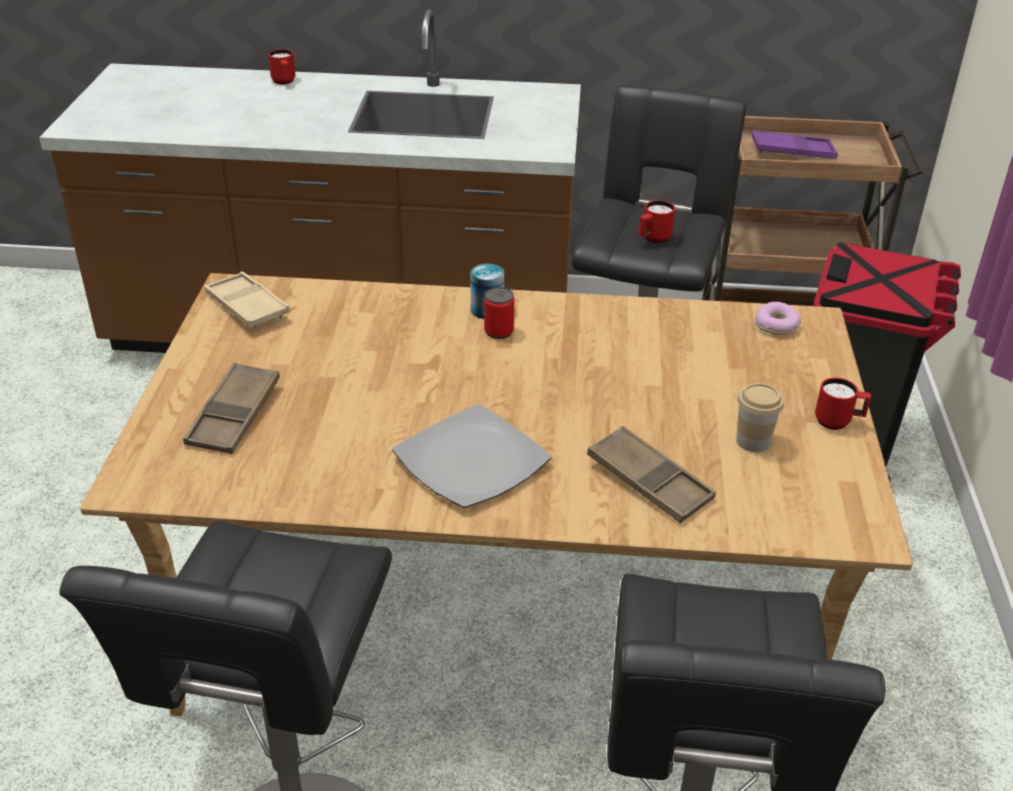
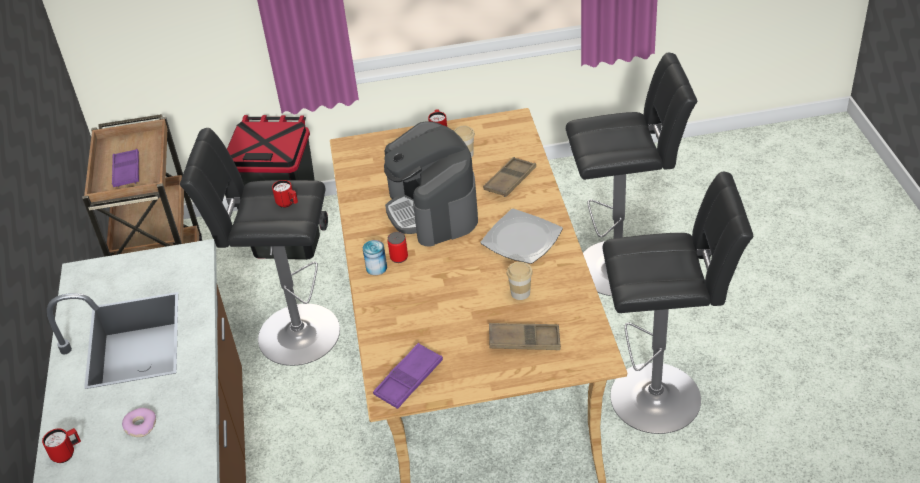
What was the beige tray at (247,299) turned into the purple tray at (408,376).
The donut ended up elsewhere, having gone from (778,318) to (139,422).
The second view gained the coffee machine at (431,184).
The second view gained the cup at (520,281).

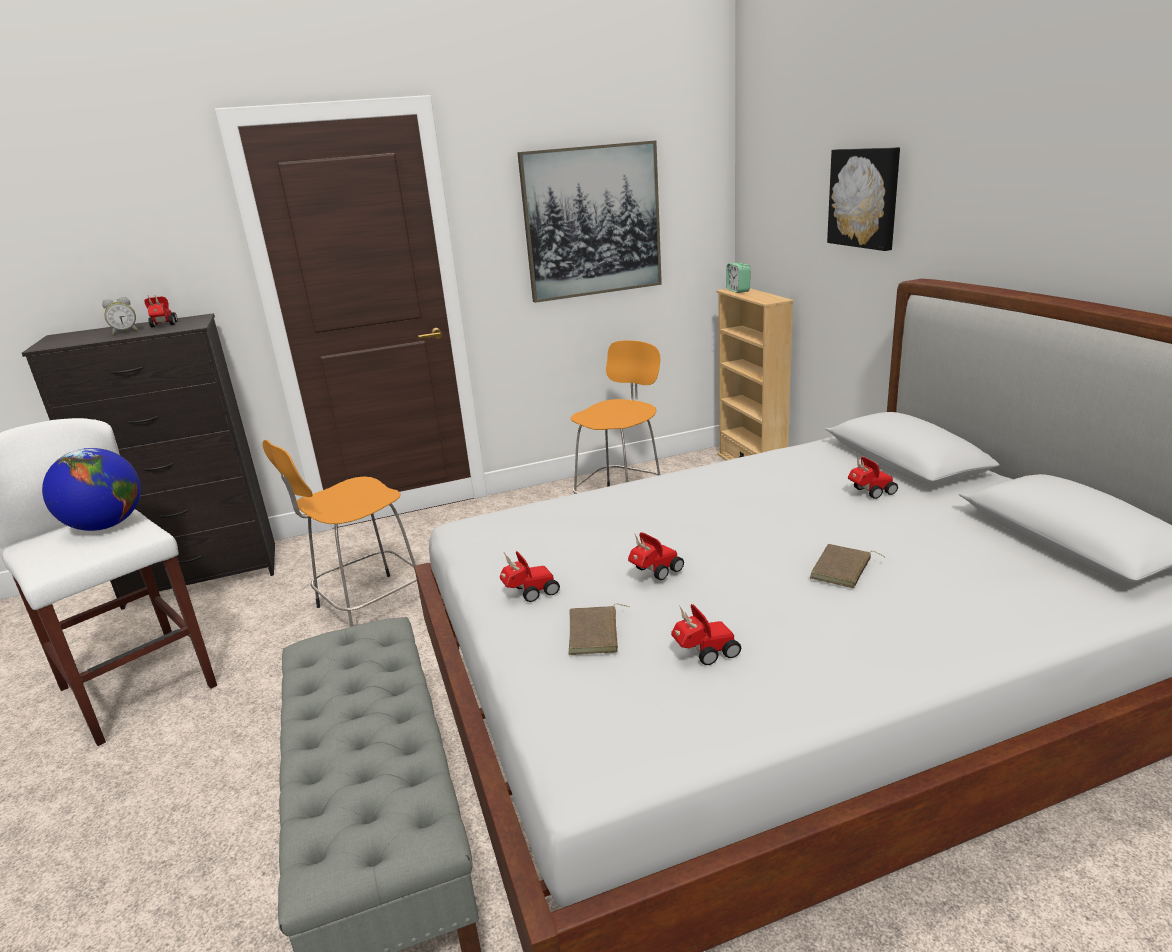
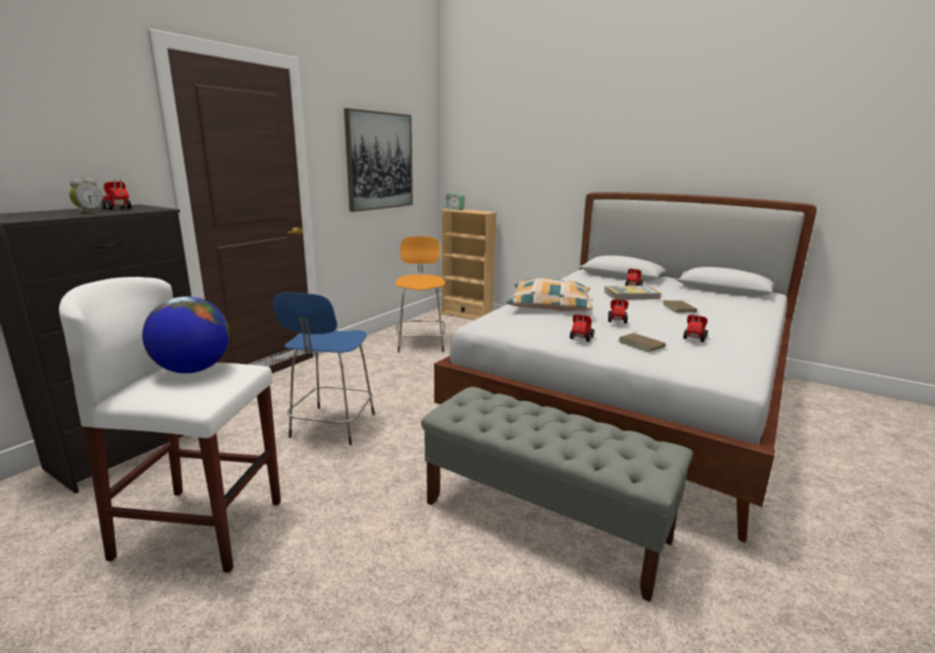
The second view lost the picture at (863,199).
What was the orange stool at (339,533) turned into the blue stool at (324,368).
The second view gained the pillow at (550,294).
The second view gained the book at (632,293).

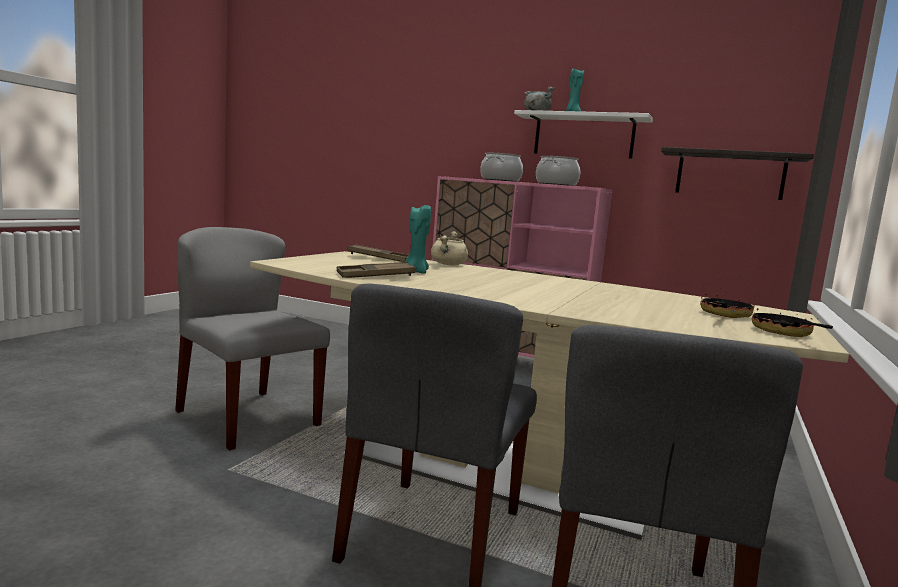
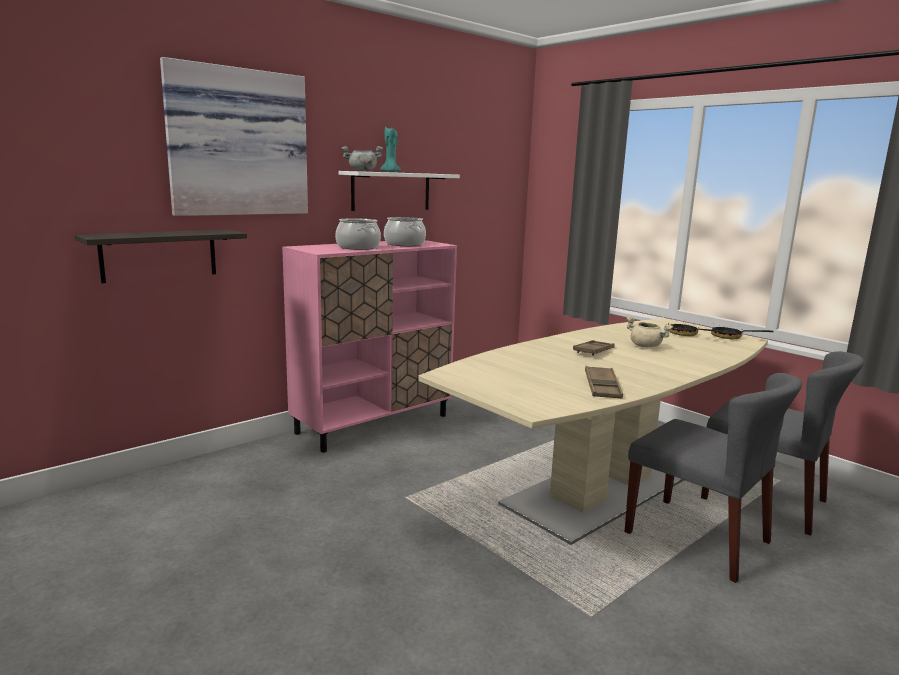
The shelf ended up elsewhere, having gone from (737,173) to (161,256).
The second view lost the turquoise candle at (418,239).
The second view lost the grey chair at (252,339).
The beige cooking pot ended up elsewhere, having gone from (449,248) to (649,331).
The brown tray ended up elsewhere, having gone from (377,253) to (594,348).
The second view gained the picture at (234,136).

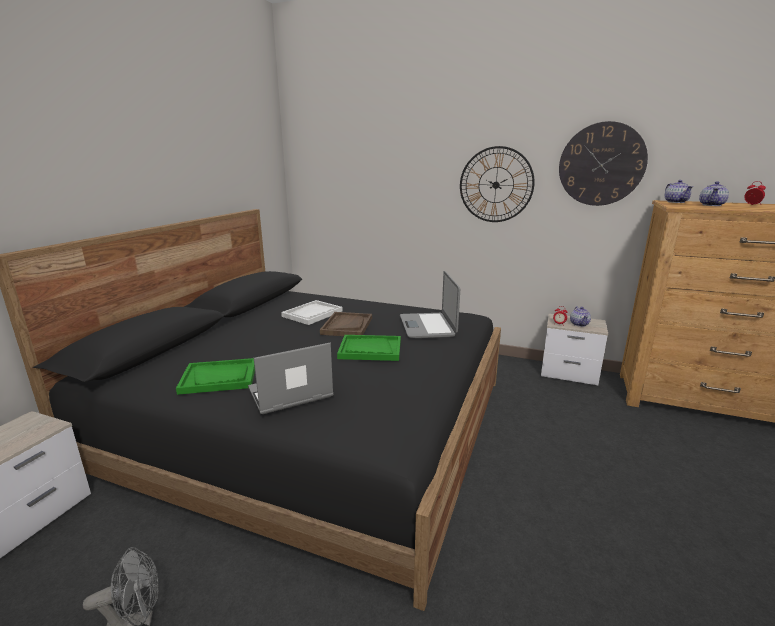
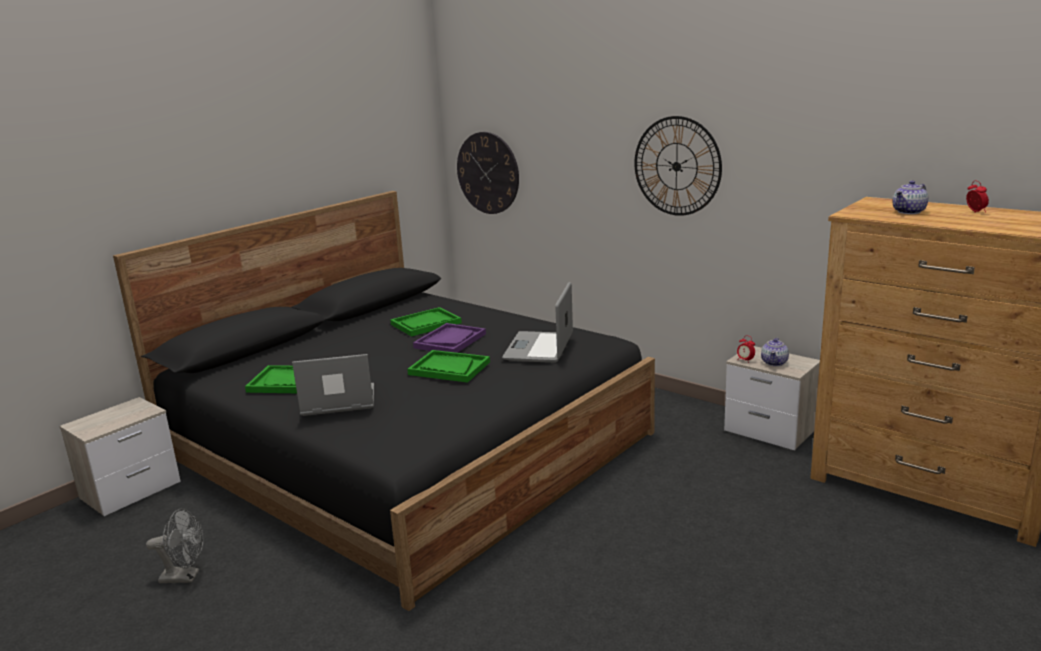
The wall clock ended up elsewhere, having gone from (603,163) to (488,173).
The second view lost the teapot at (679,191).
What was the white tray at (312,312) turned into the green tray at (426,322).
What was the brown tray at (346,324) turned into the purple tray at (449,338).

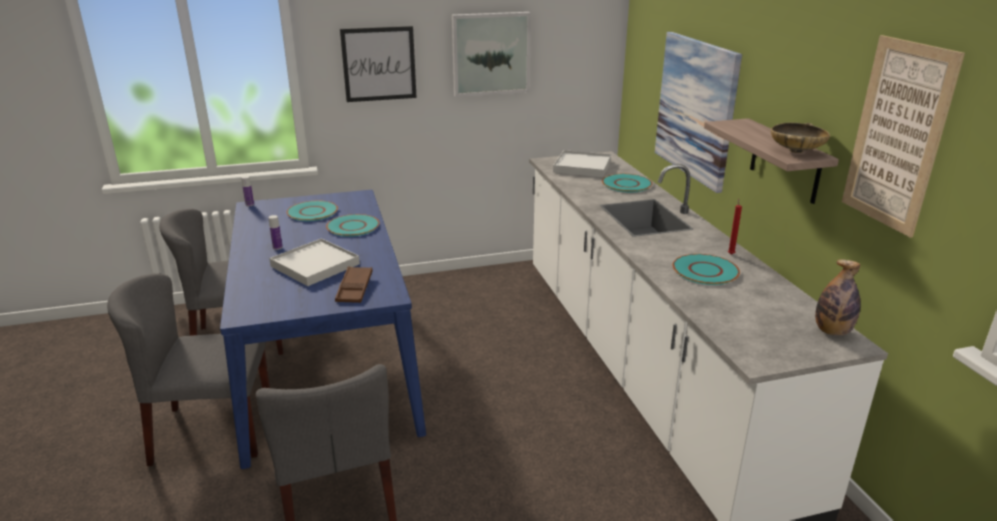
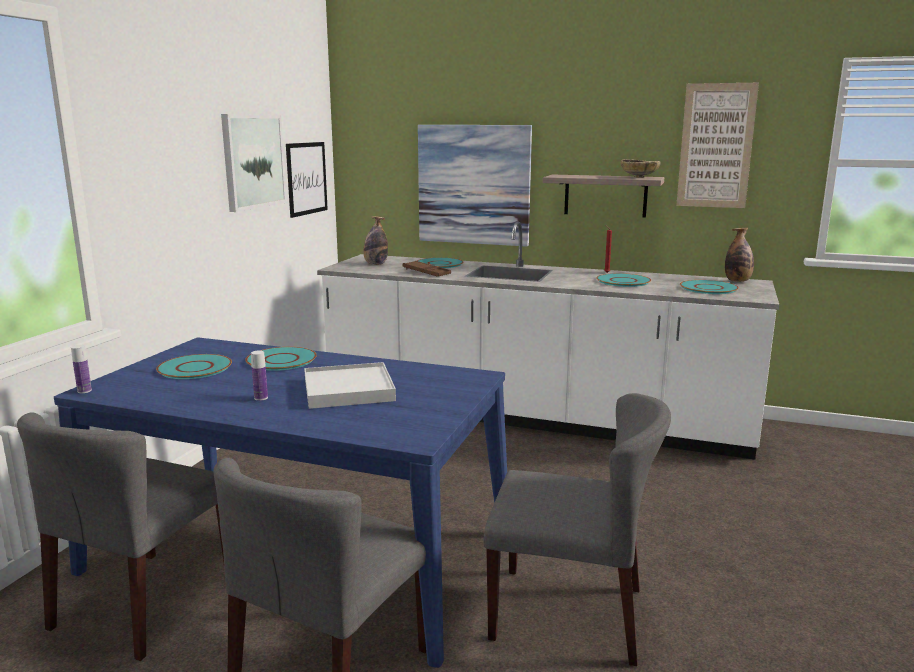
The picture ended up elsewhere, having gone from (378,64) to (307,180).
Where the white tray stood at (582,163), the bottle came to stand at (376,240).
The brown tray ended up elsewhere, having gone from (353,284) to (427,268).
The second view gained the turquoise plate at (709,287).

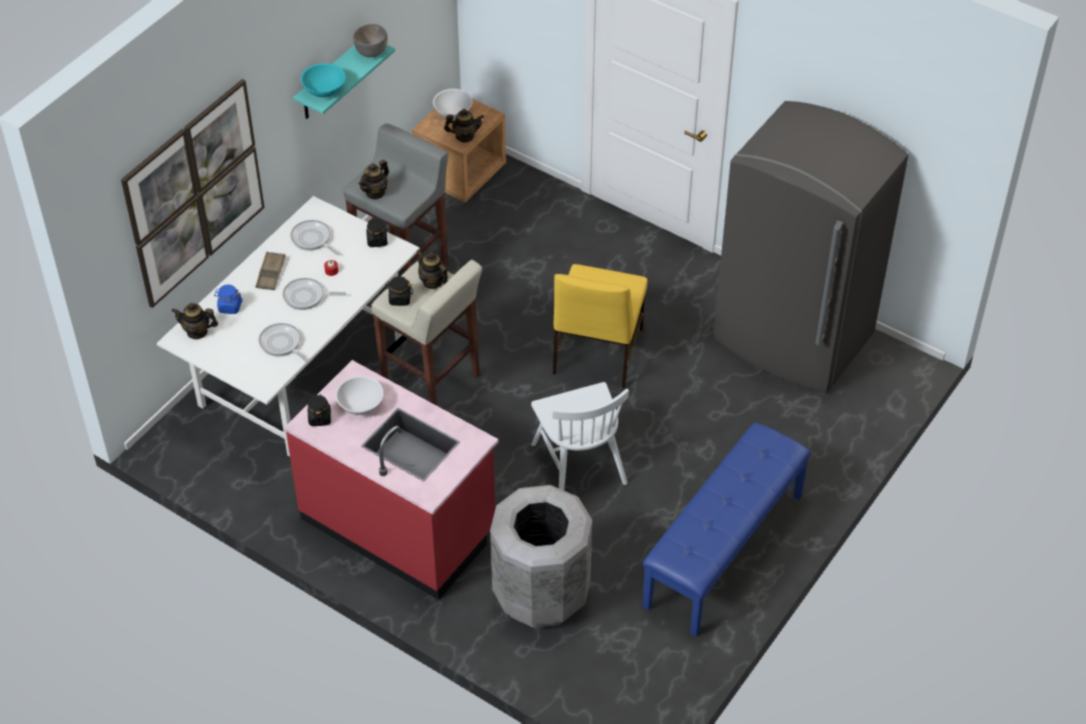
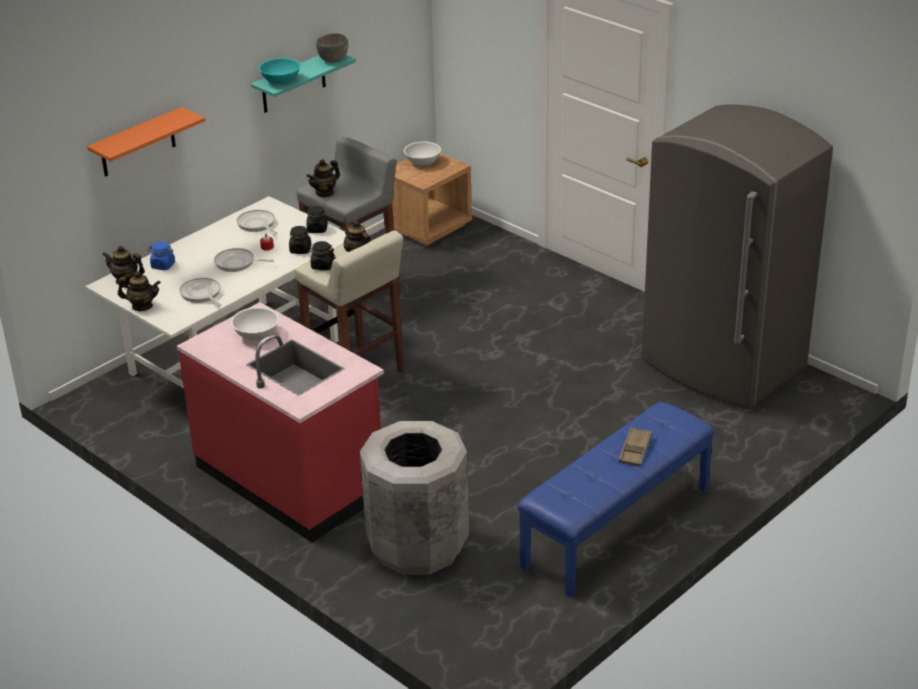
Where the picture hung at (193,193), the orange shelf came to hang at (146,142).
The teapot ended up elsewhere, having gone from (464,125) to (139,291).
The brown tray ended up elsewhere, having gone from (270,270) to (635,446).
The second view lost the yellow chair at (600,326).
The second view lost the white chair at (580,436).
The black jar ended up elsewhere, having gone from (319,410) to (300,240).

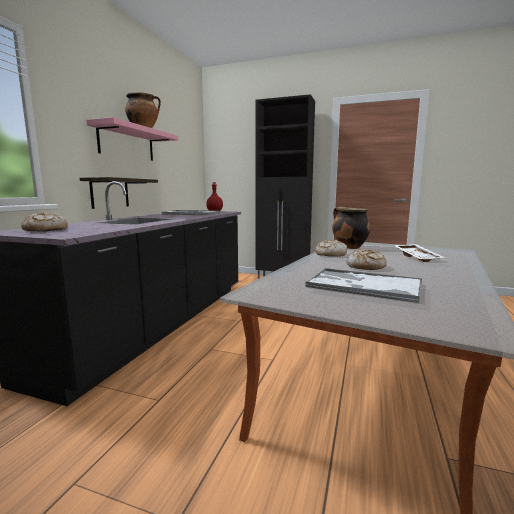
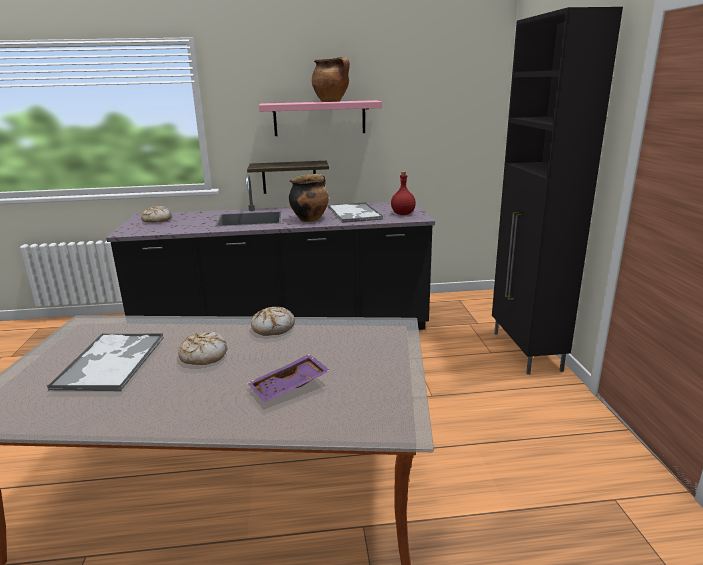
The cooking pot ended up elsewhere, having gone from (351,228) to (309,198).
What was the white tray at (419,253) turned into the purple tray at (288,378).

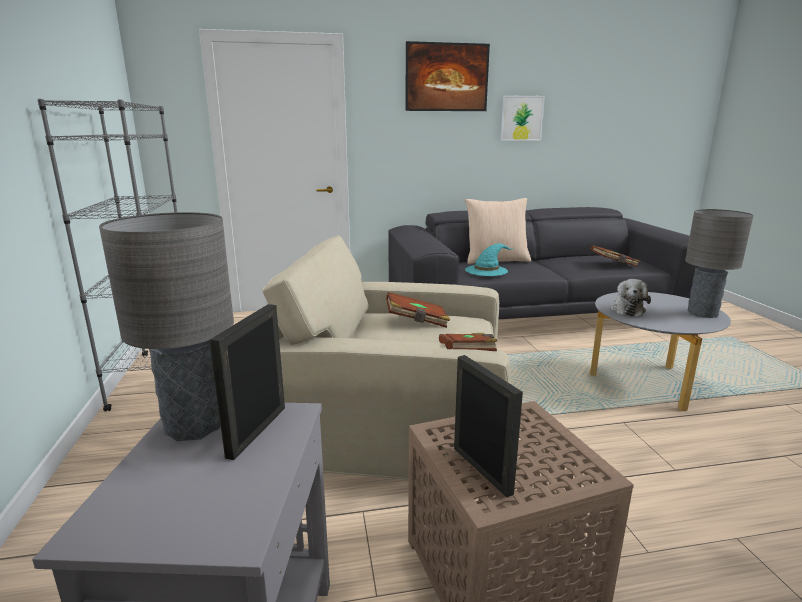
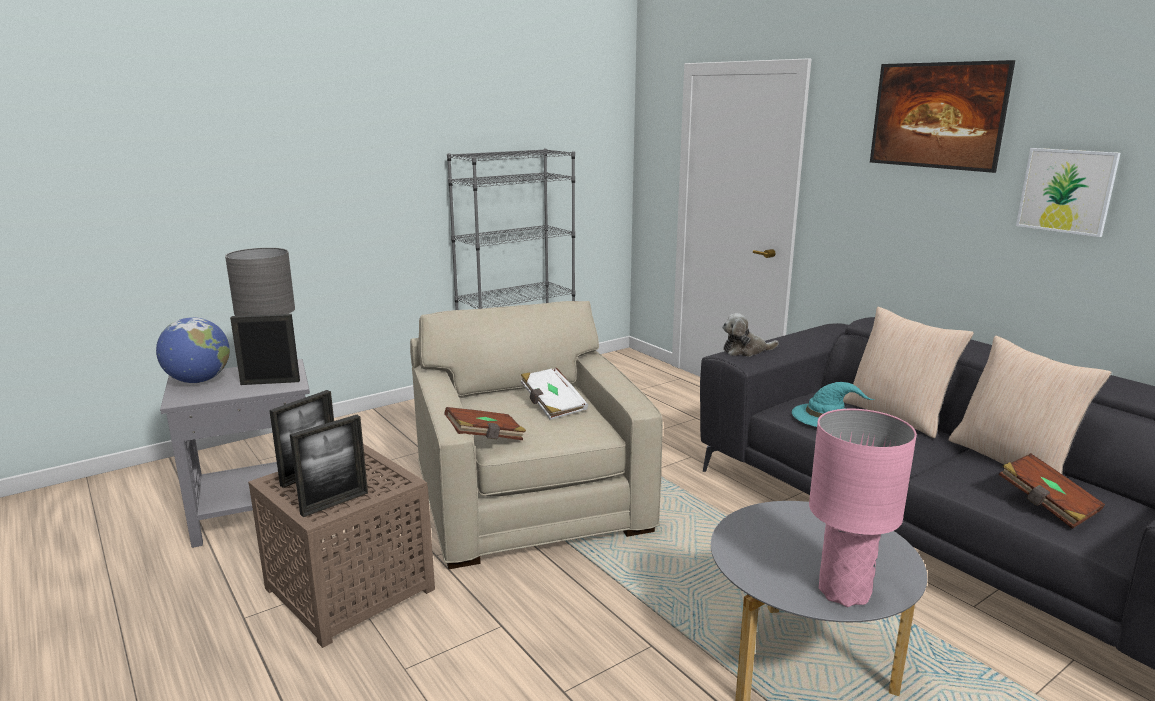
What was the grey table lamp at (719,263) turned into the pink table lamp at (863,508).
The plush toy ended up elsewhere, having gone from (630,298) to (750,334).
What was the brown book at (418,310) turned into the white book at (554,394).
The second view gained the globe at (193,350).
The second view gained the beige pillow at (1030,405).
The second view gained the picture frame at (329,466).

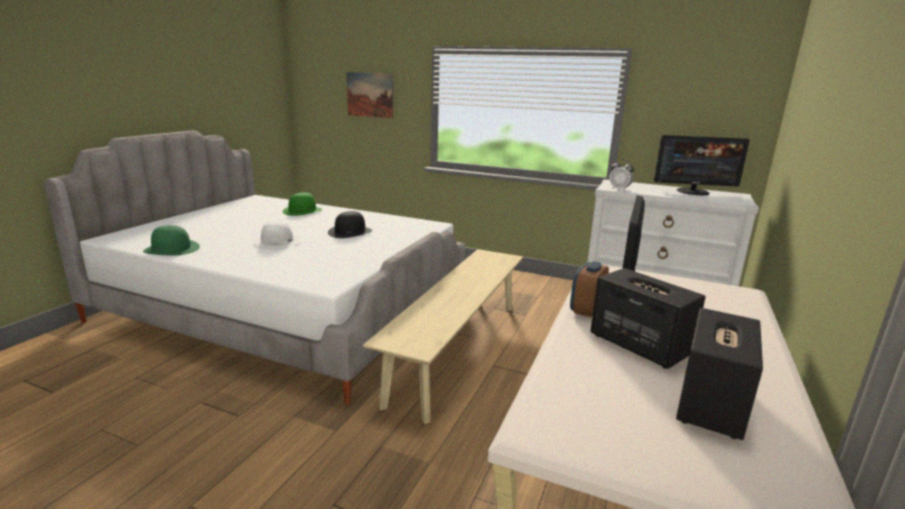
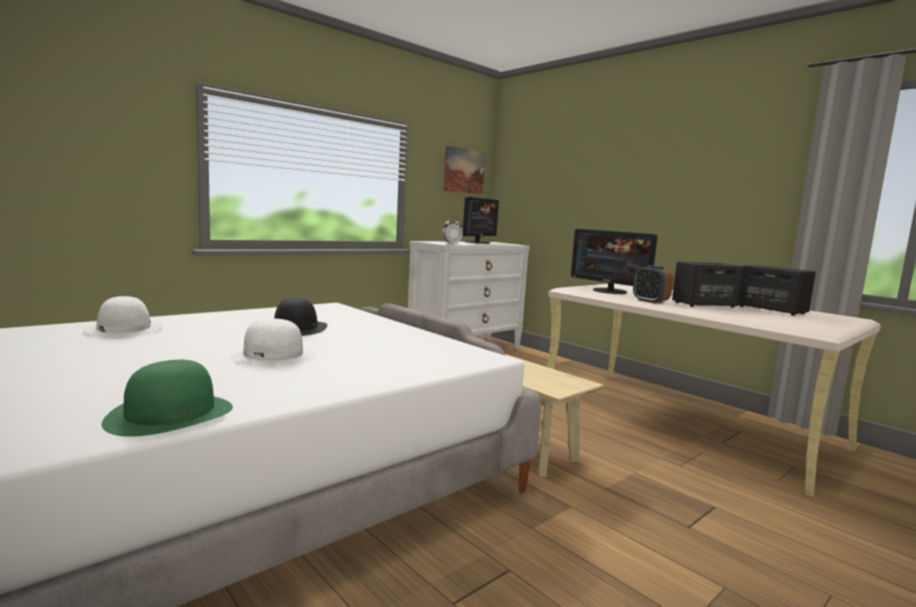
The picture ended up elsewhere, having gone from (369,95) to (464,170).
What was the green hat at (302,204) turned into the white hat at (123,317).

